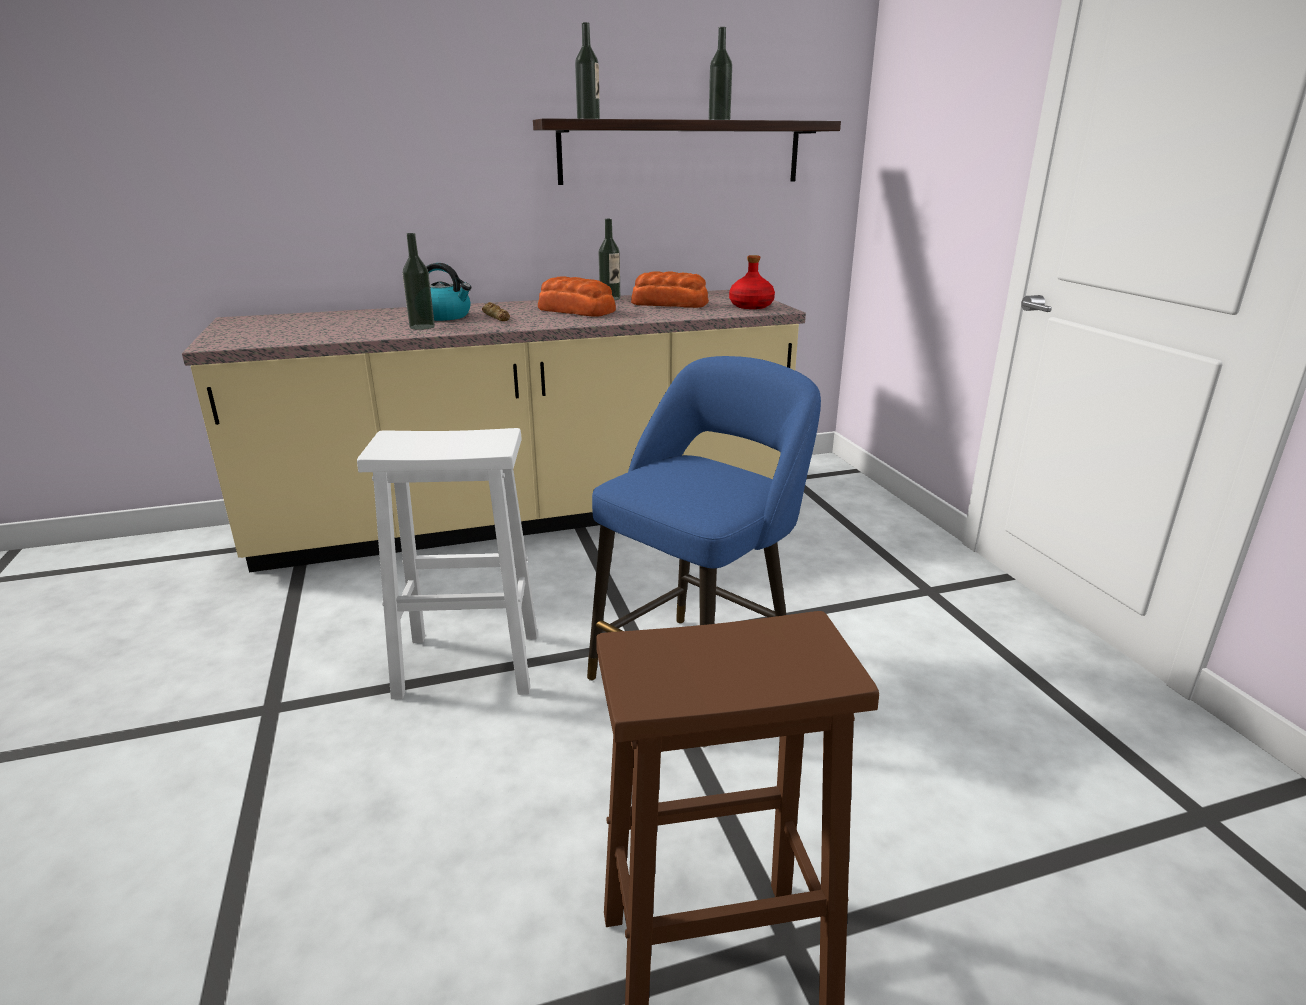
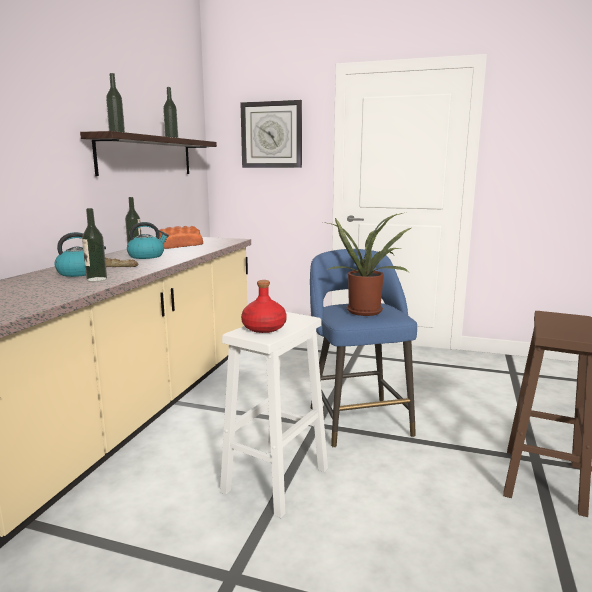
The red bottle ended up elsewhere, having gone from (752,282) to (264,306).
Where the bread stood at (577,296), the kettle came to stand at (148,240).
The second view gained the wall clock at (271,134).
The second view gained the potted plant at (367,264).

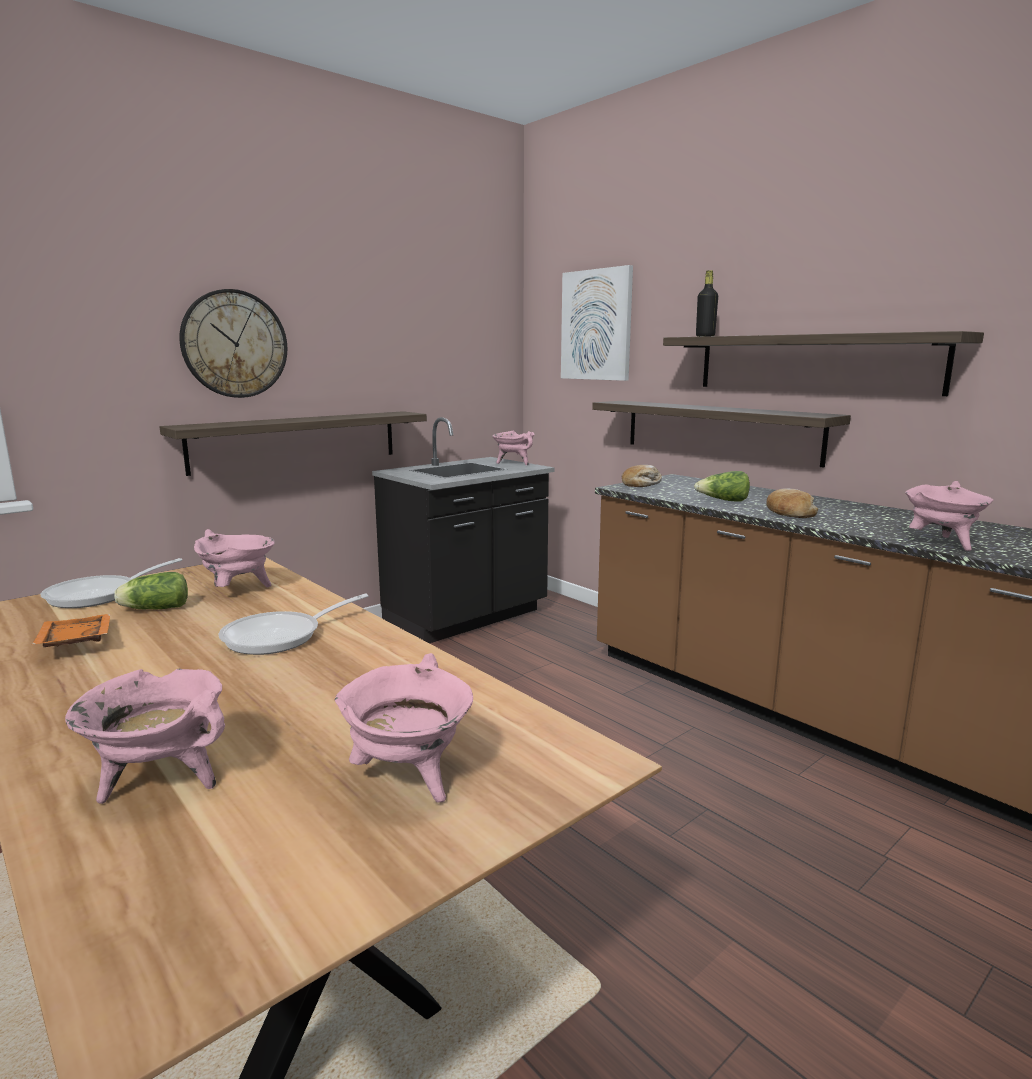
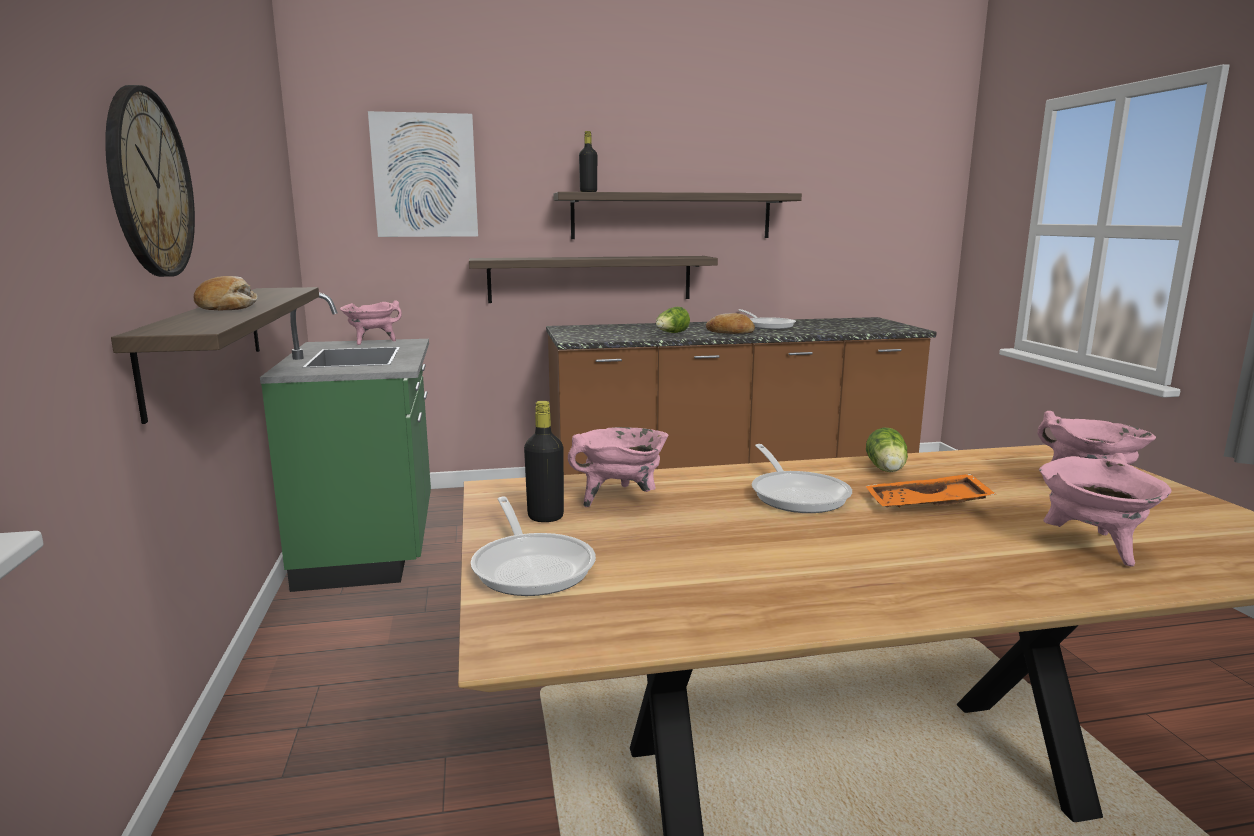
What was the black counter at (463,530) turned into the green counter at (345,442).
The bread ended up elsewhere, having gone from (642,476) to (226,293).
The second view lost the pink cooking pot at (949,516).
The lettuce ended up elsewhere, having gone from (151,590) to (887,449).
The orange tray ended up elsewhere, having gone from (71,630) to (930,491).
The second view gained the frying pan at (767,319).
The second view gained the black bottle at (544,461).

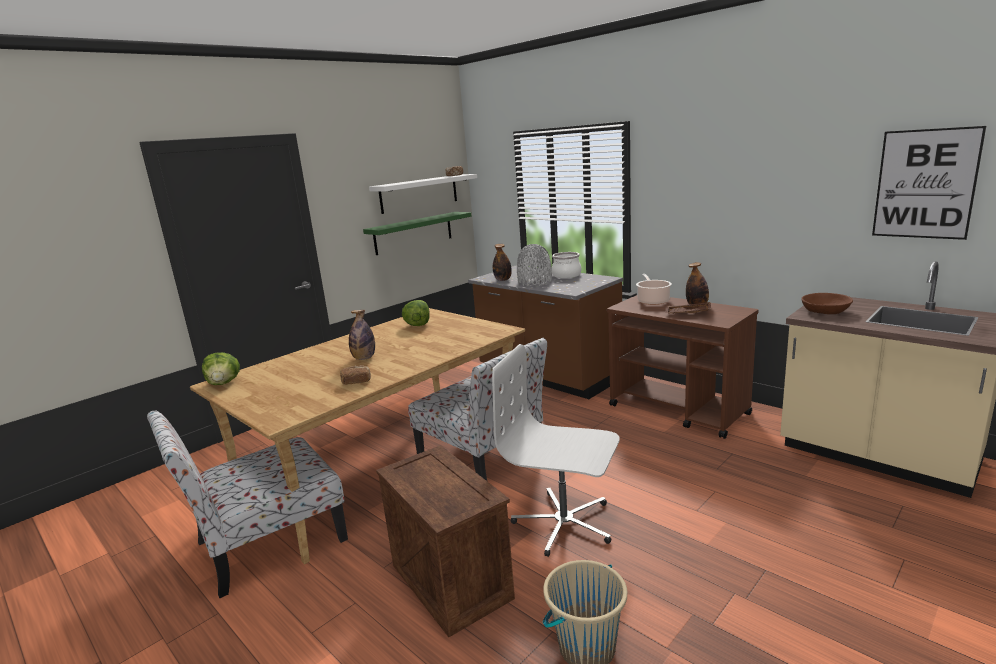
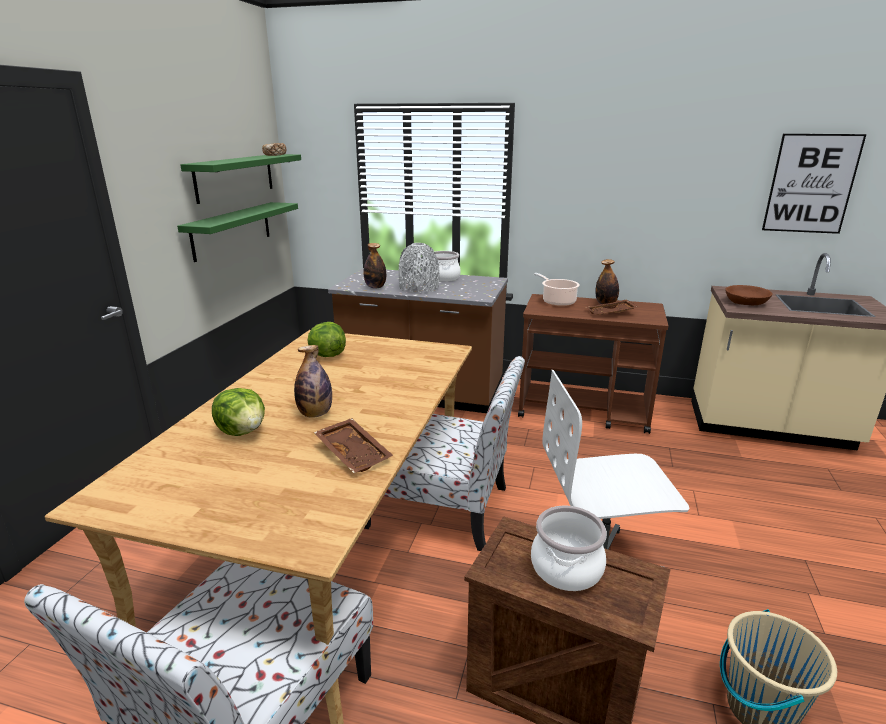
What was the white shelf at (423,194) turned into the green shelf at (240,179).
The lettuce ended up elsewhere, having gone from (221,368) to (238,412).
Where the bread stood at (355,375), the brown tray came to stand at (353,445).
The second view gained the cooking pot at (569,548).

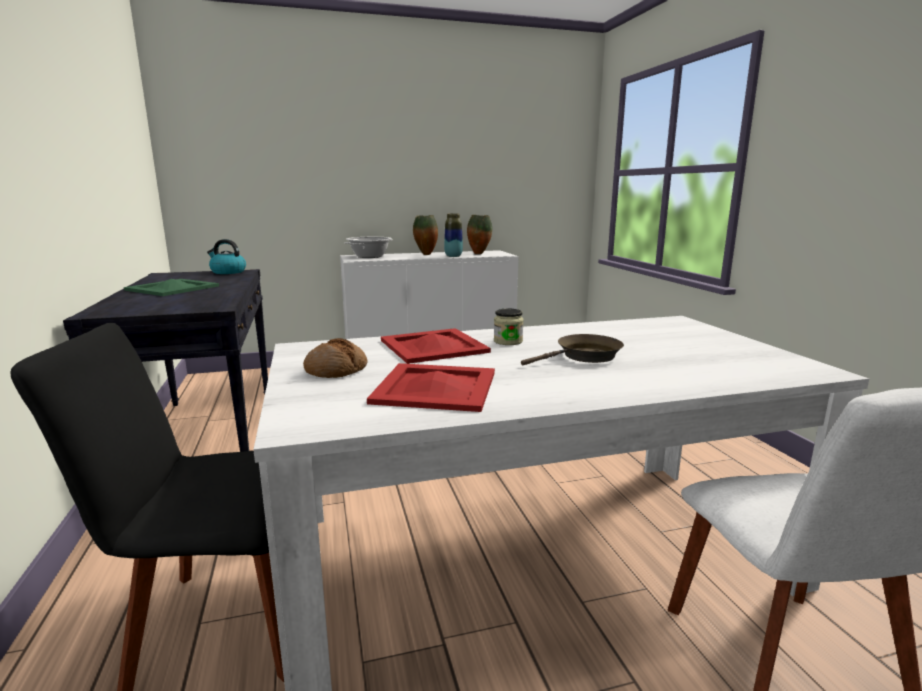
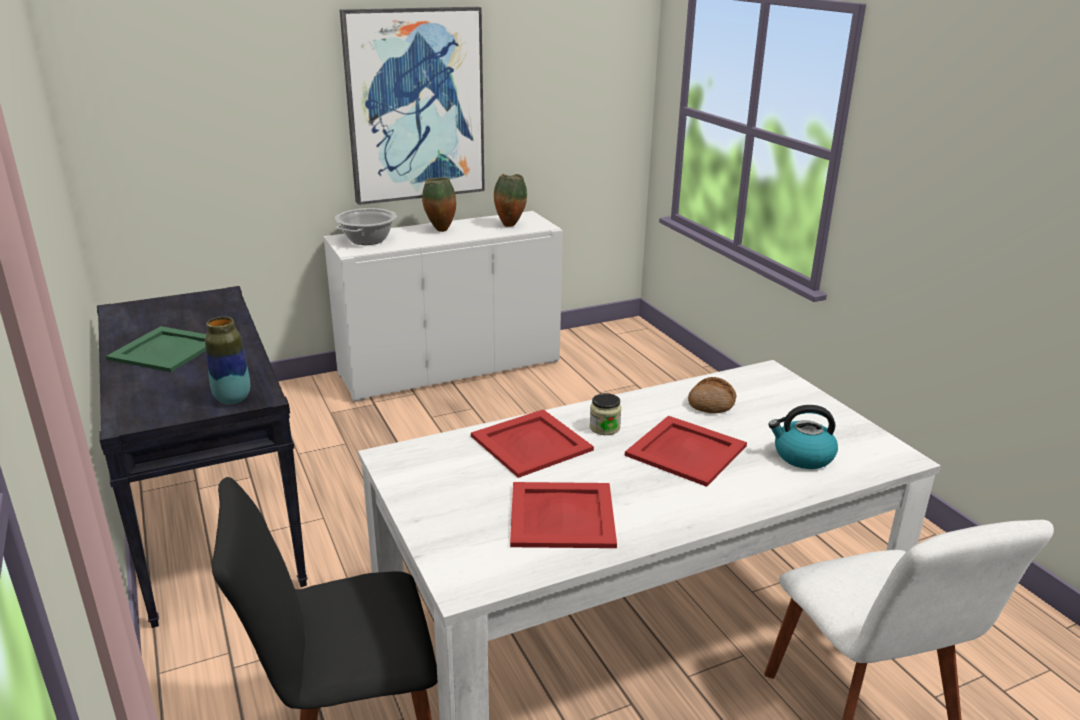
The vase ended up elsewhere, having gone from (453,235) to (227,360).
The kettle ended up elsewhere, having gone from (226,256) to (803,437).
Where the brown frying pan stood at (572,350), the red tray came to stand at (686,451).
The bread ended up elsewhere, having gone from (335,358) to (712,395).
The second view gained the picture at (412,106).

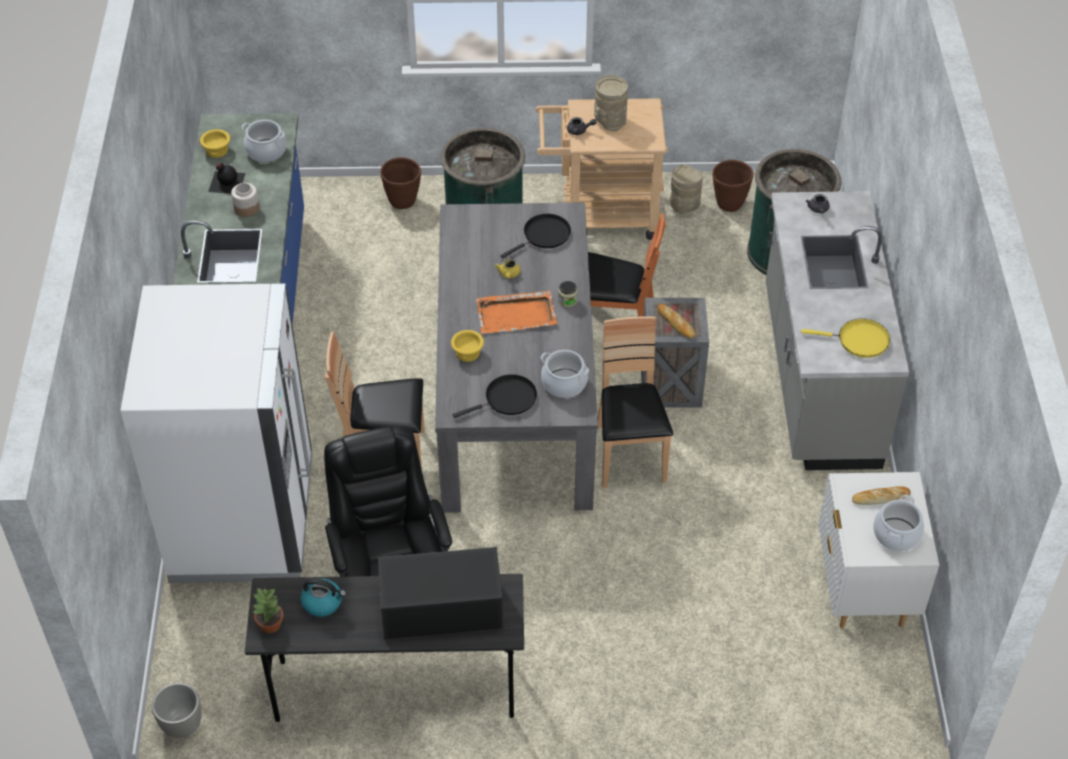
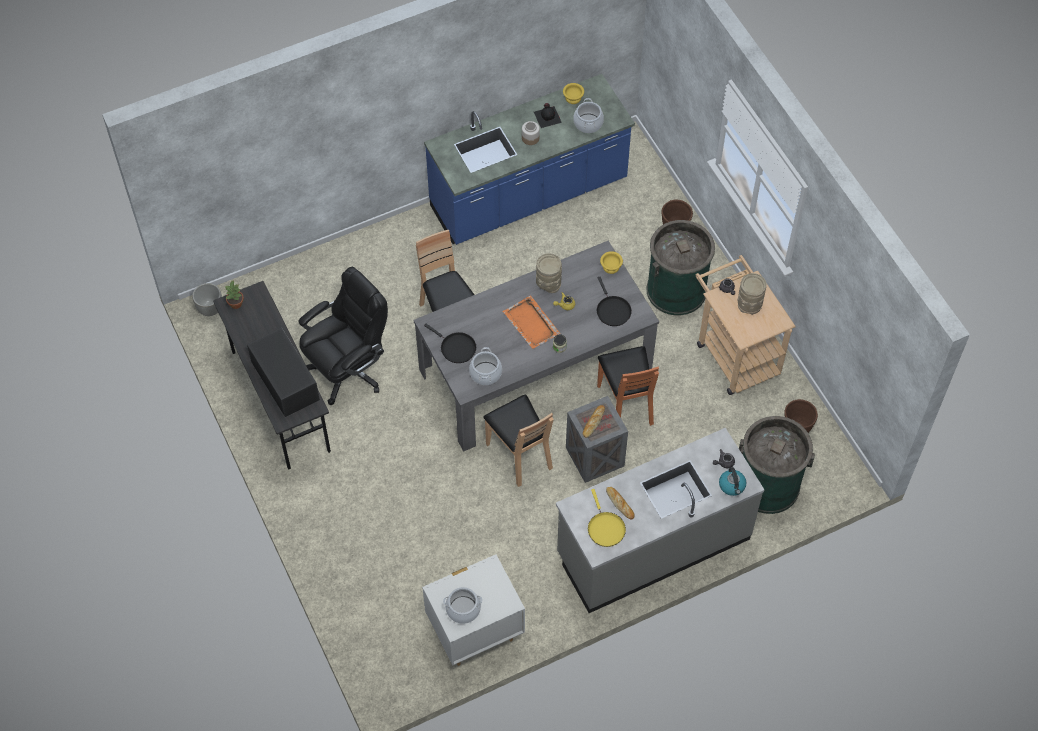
The beige vase ended up elsewhere, having gone from (686,188) to (549,273).
The black frying pan at (536,236) ended up facing another way, 45 degrees clockwise from before.
The second view lost the white fridge at (216,433).
The brown chair at (635,402) ended up facing another way, 90 degrees clockwise from before.
The yellow bowl ended up elsewhere, having gone from (467,346) to (611,262).
The bread ended up elsewhere, having gone from (881,495) to (620,503).
The kettle ended up elsewhere, having gone from (323,597) to (733,481).

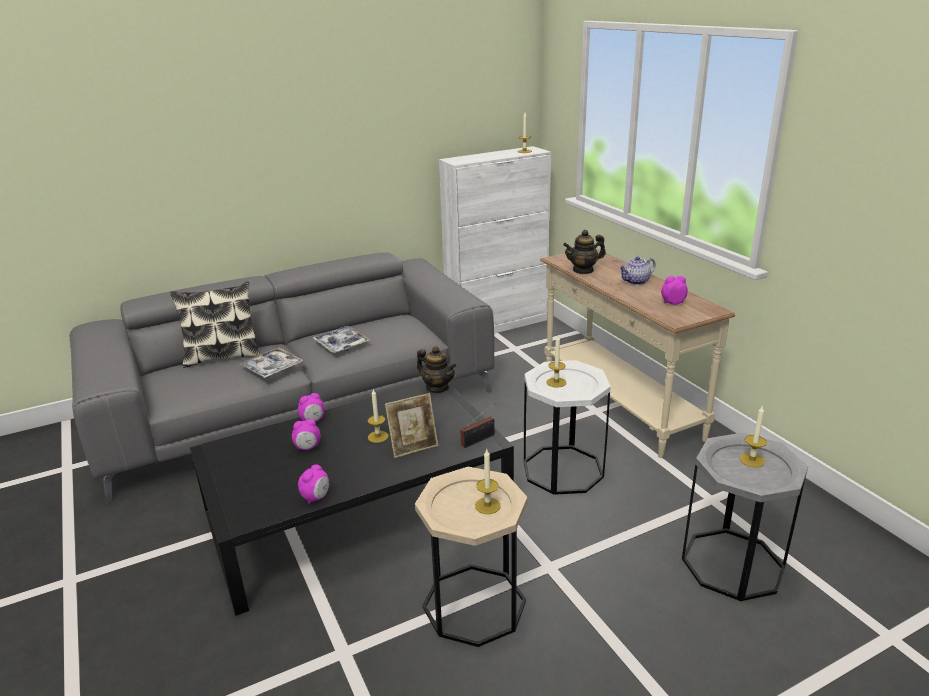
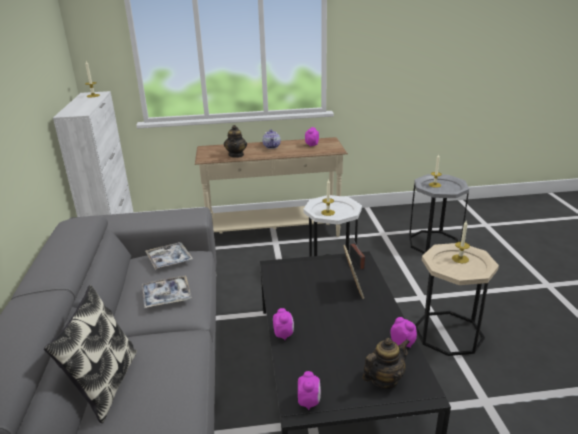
The tray ended up elsewhere, having gone from (272,362) to (169,256).
The teapot ended up elsewhere, having gone from (437,370) to (385,363).
The second view lost the candle at (378,416).
The alarm clock ended up elsewhere, having gone from (306,434) to (309,390).

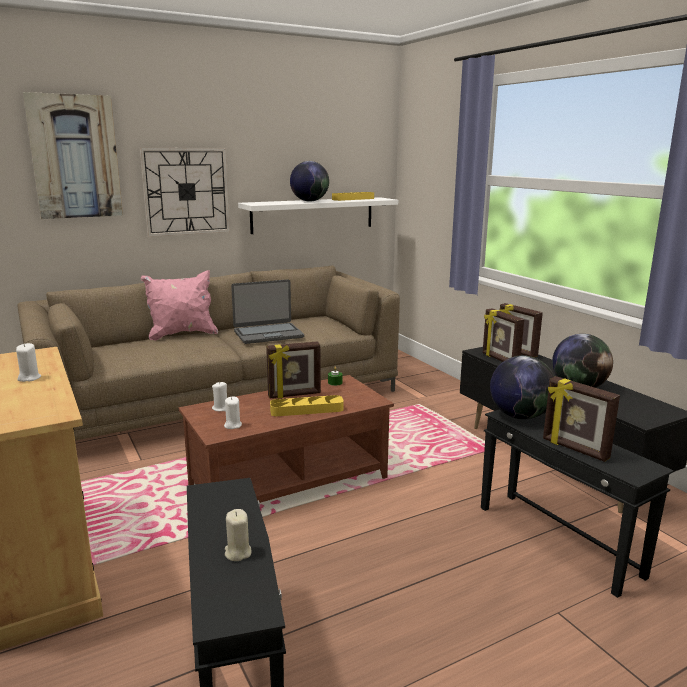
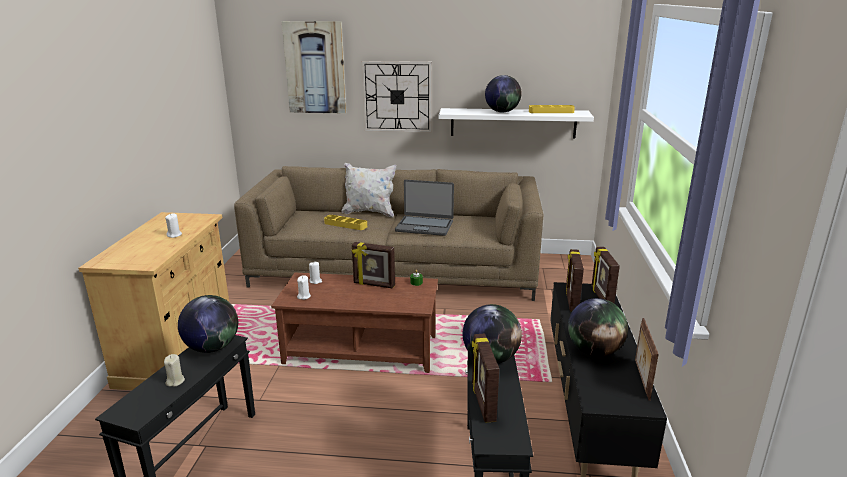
What was the pink pillow at (179,305) turned into the white pillow at (369,190).
The yellow tray ended up elsewhere, having gone from (307,405) to (345,222).
The second view gained the globe at (208,324).
The second view gained the picture frame at (647,359).

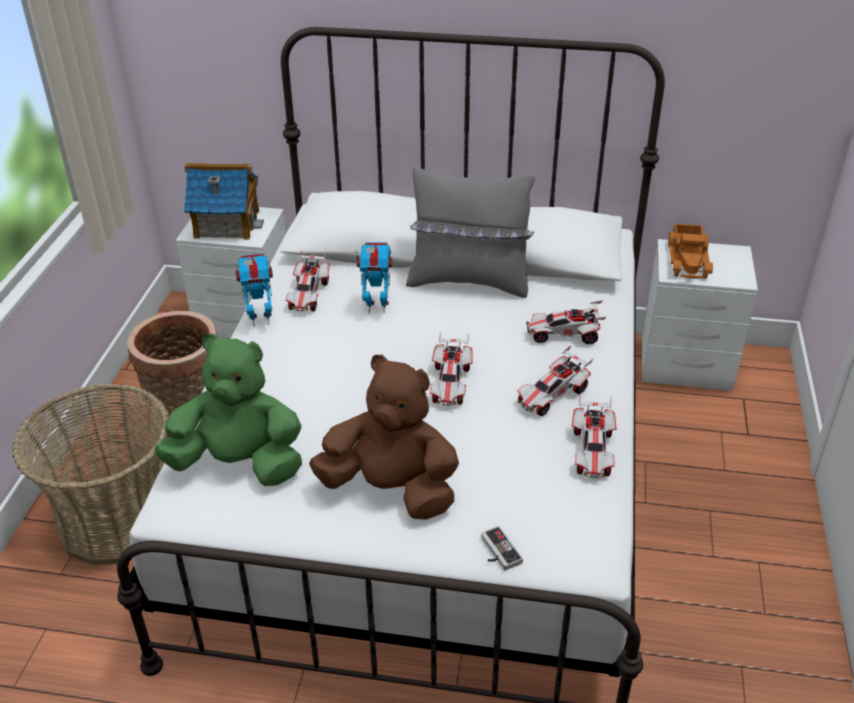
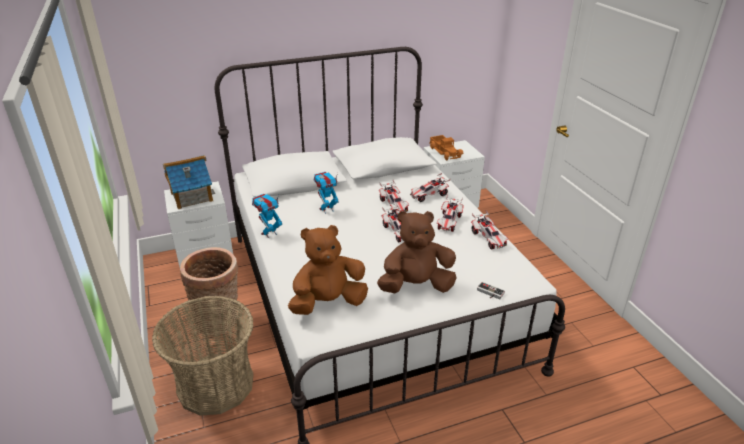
The second view lost the grey pillow at (470,232).
The toy car ended up elsewhere, having gone from (307,281) to (394,196).
What was the green plush toy at (228,409) turned into the brown plush toy at (328,270).

